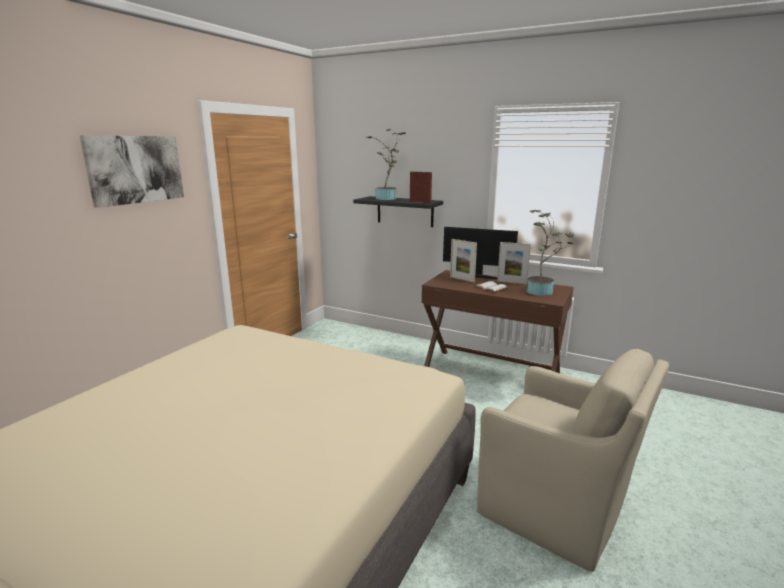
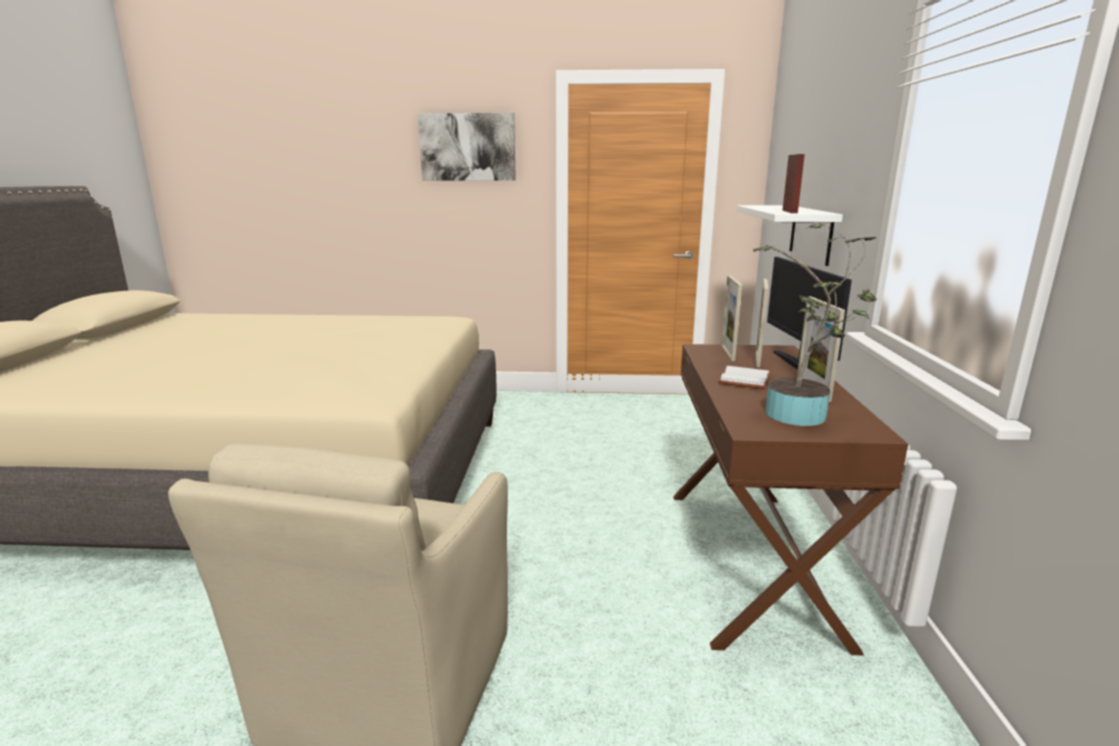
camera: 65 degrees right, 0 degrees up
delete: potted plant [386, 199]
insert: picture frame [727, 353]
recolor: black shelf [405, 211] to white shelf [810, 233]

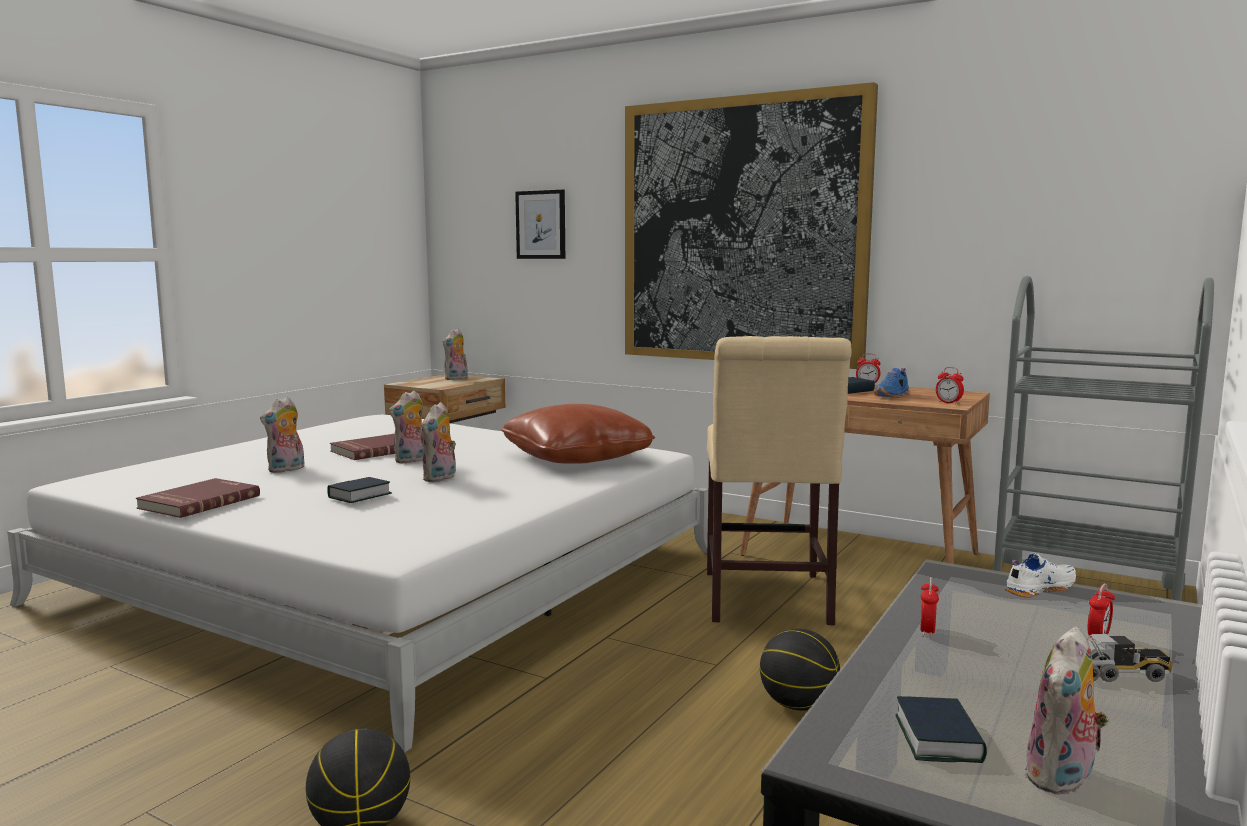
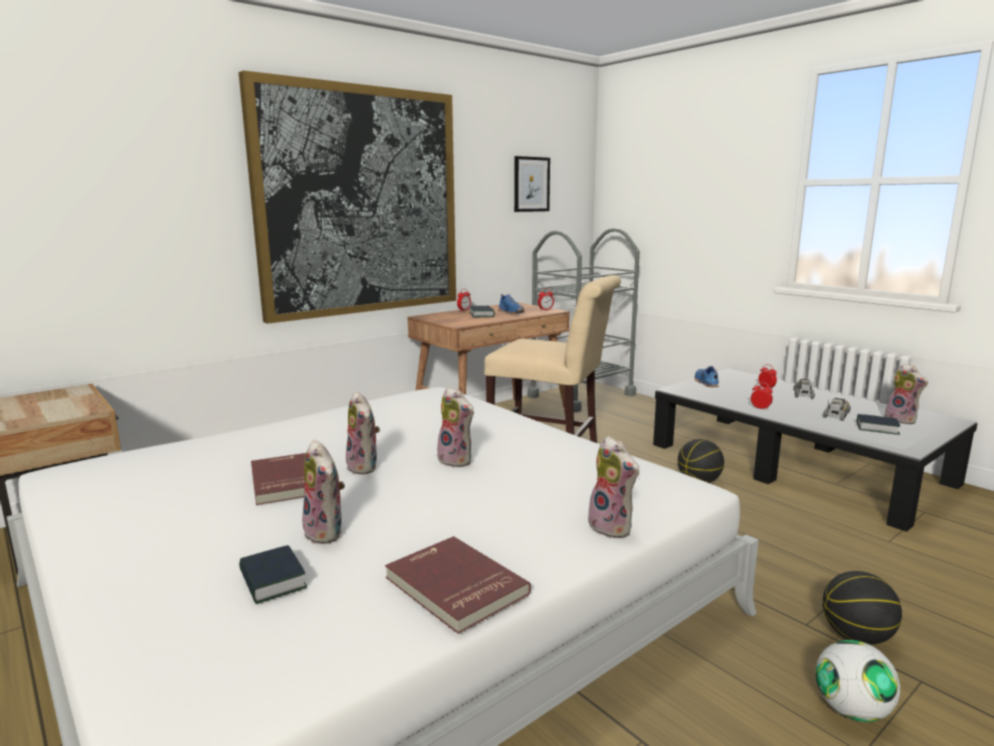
camera: 70 degrees left, 5 degrees up
delete: brown pillow [577, 458]
insert: toy truck [837, 414]; football [851, 710]
move: picture [541, 224] to [531, 184]; plush toy [456, 378] to [613, 527]; book [359, 496] to [272, 581]
recolor: white shoe [1038, 589] to blue shoe [705, 383]

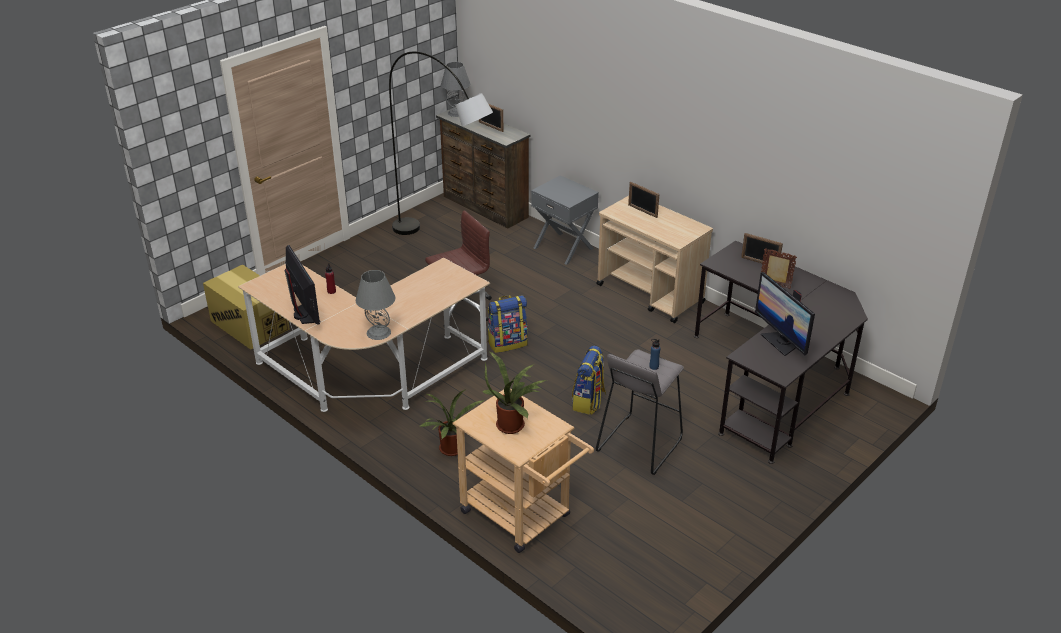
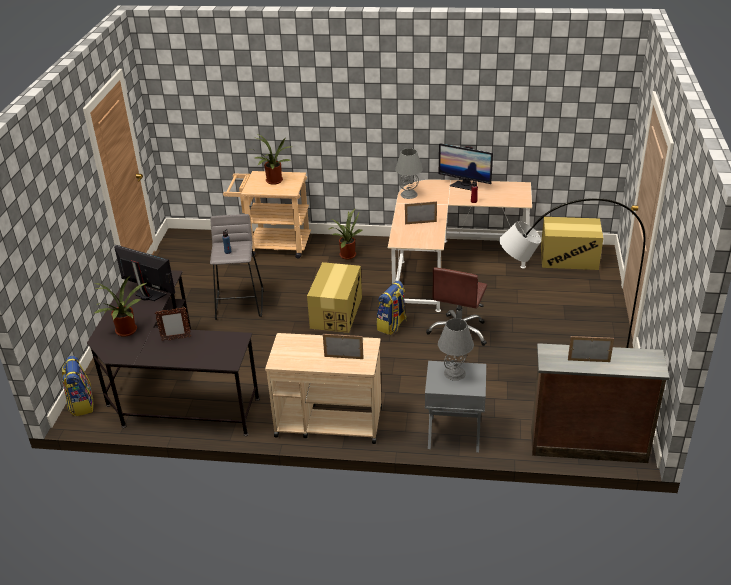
camera: 145 degrees right, 0 degrees up
insert: cardboard box [336, 312]; potted plant [126, 332]
move: grey table lamp [457, 112] to [454, 373]; picture frame [759, 262] to [420, 222]; backpack [588, 402] to [81, 404]

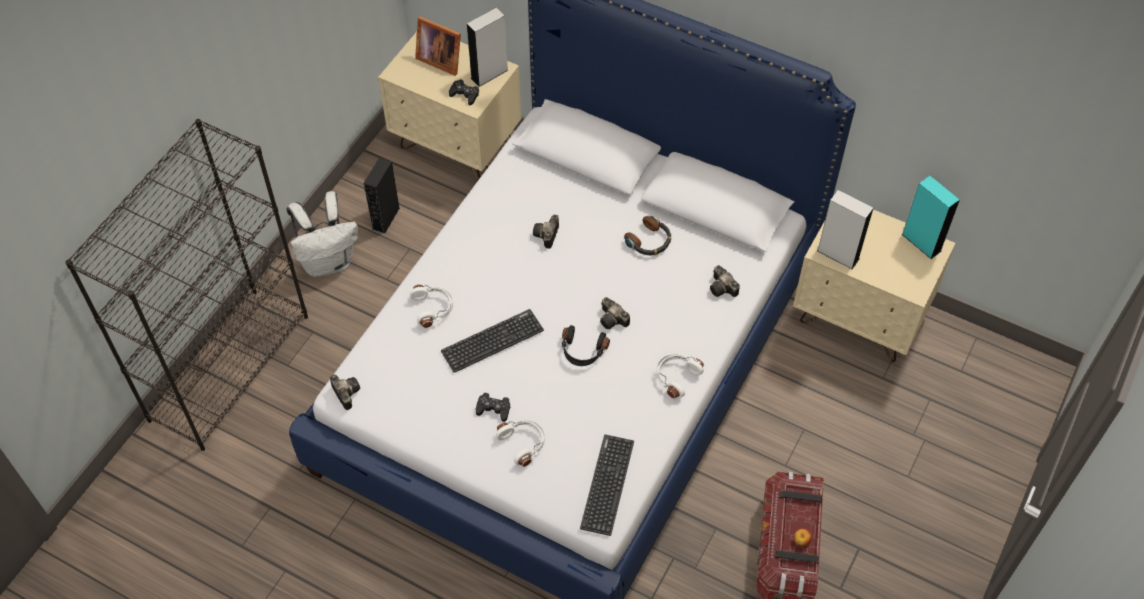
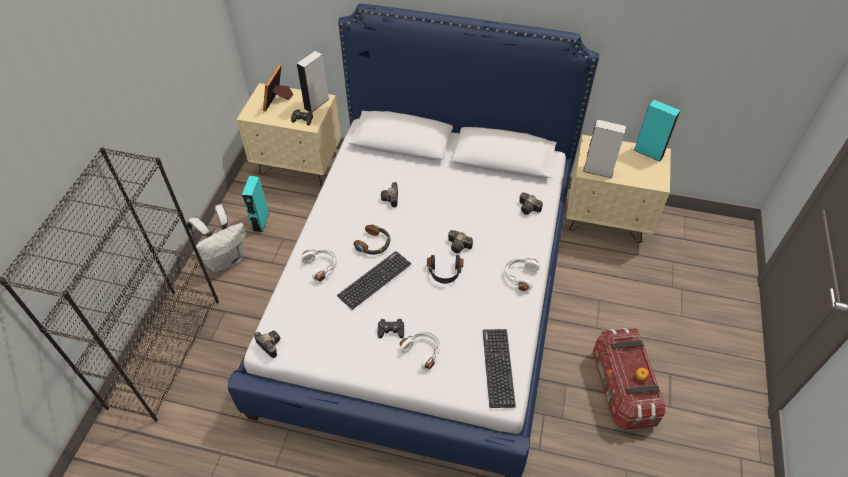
camera: 15 degrees left, 5 degrees down
move: headphones [649, 241] to [374, 244]
recolor: black speaker [386, 218] to turquoise speaker [260, 222]
rotate: picture frame [440, 59] = [278, 101] 90 degrees clockwise

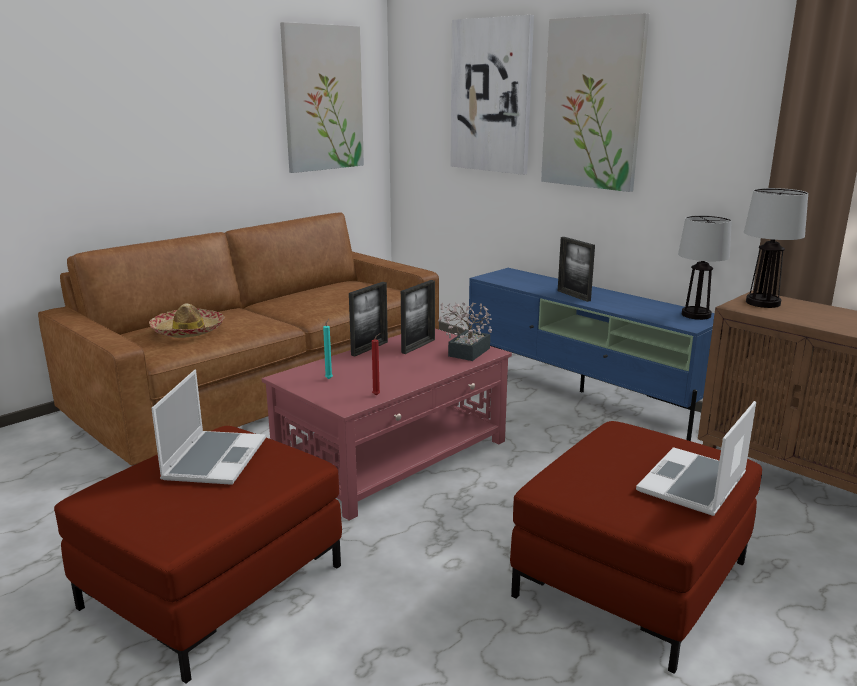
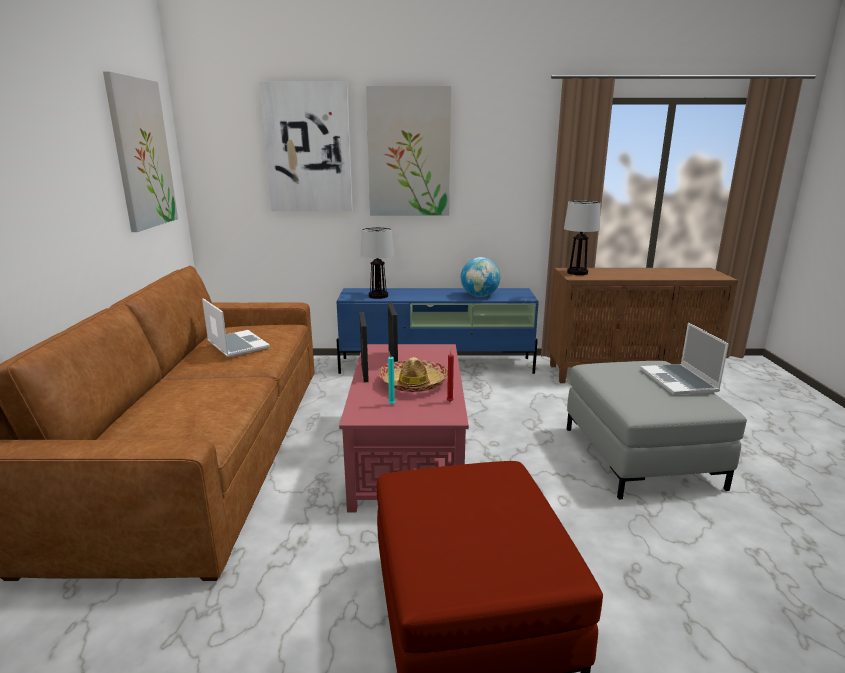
camera: 45 degrees left, 0 degrees up
delete: picture frame [573, 295]; potted plant [466, 354]
insert: globe [479, 296]
move: table lamp [696, 315] to [378, 296]; hat [188, 331] to [414, 383]; laptop [214, 459] to [236, 345]
recolor: red ottoman [632, 580] to grey ottoman [641, 457]

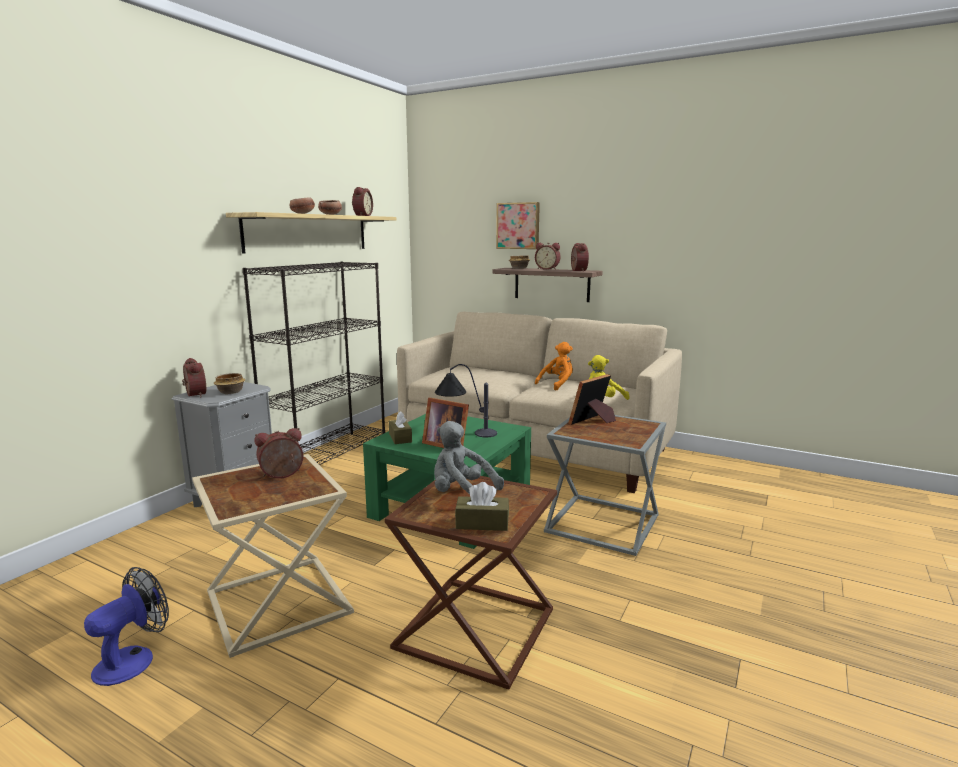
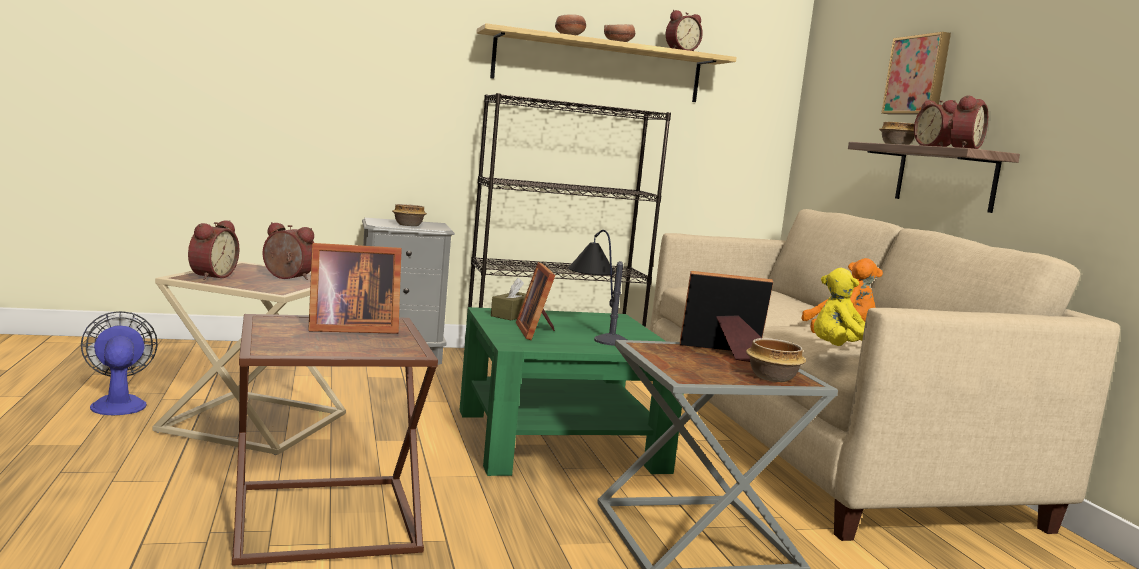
camera: 45 degrees right, 5 degrees down
delete: brown tissue box [482, 523]
insert: bowl [773, 377]
move: alarm clock [194, 395] to [210, 276]
replace: grey plush toy [462, 494] to picture frame [348, 328]
rotate: fan [133, 659] = [118, 403] 105 degrees counterclockwise

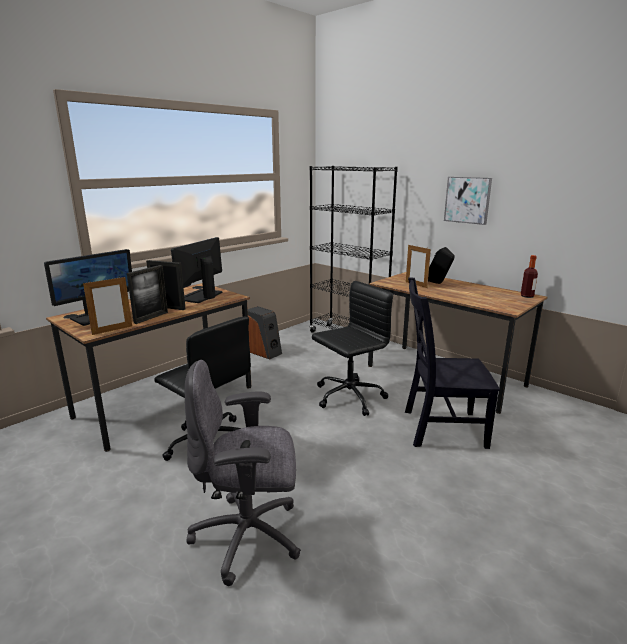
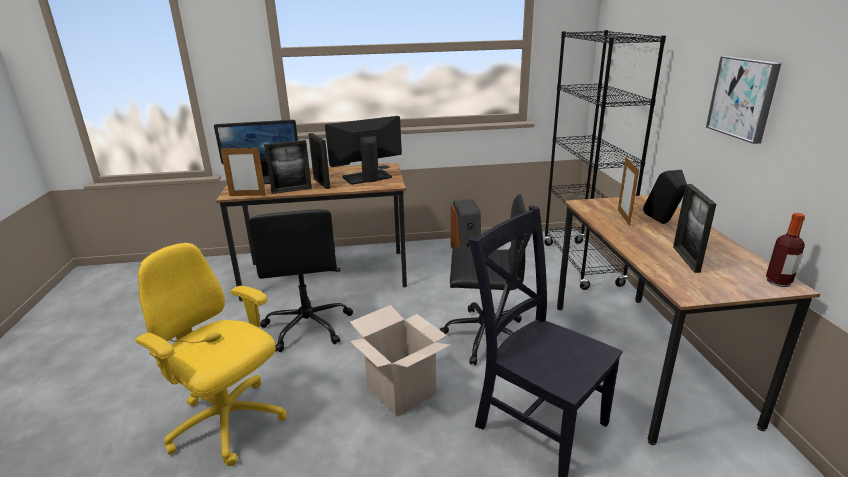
camera: 40 degrees right, 5 degrees up
insert: picture frame [686, 259]; cardboard box [401, 390]
recolor: grey office chair [249, 536] to yellow office chair [228, 424]

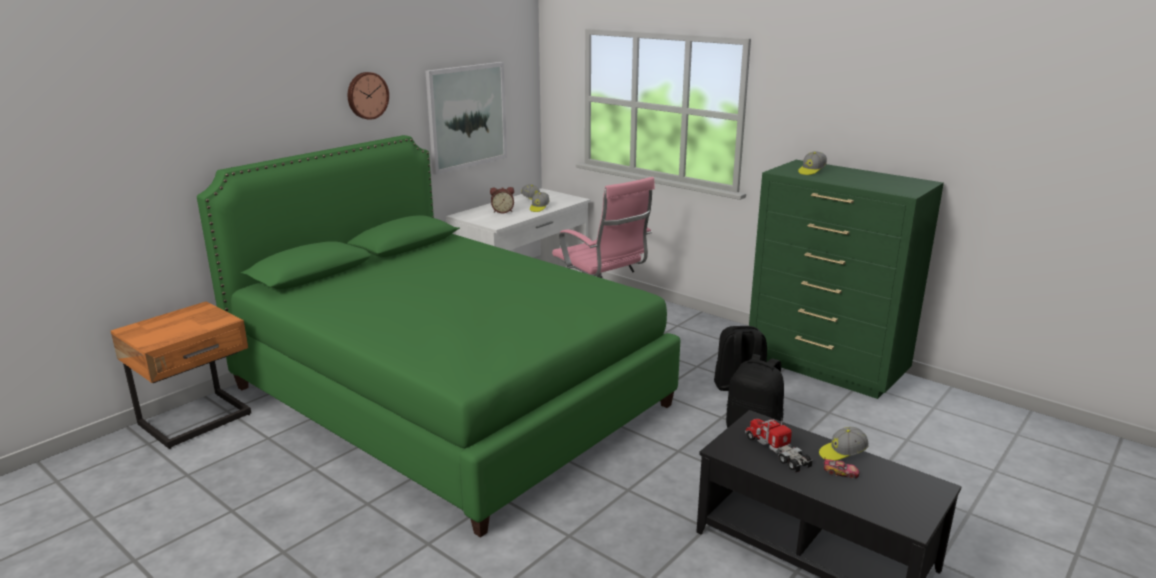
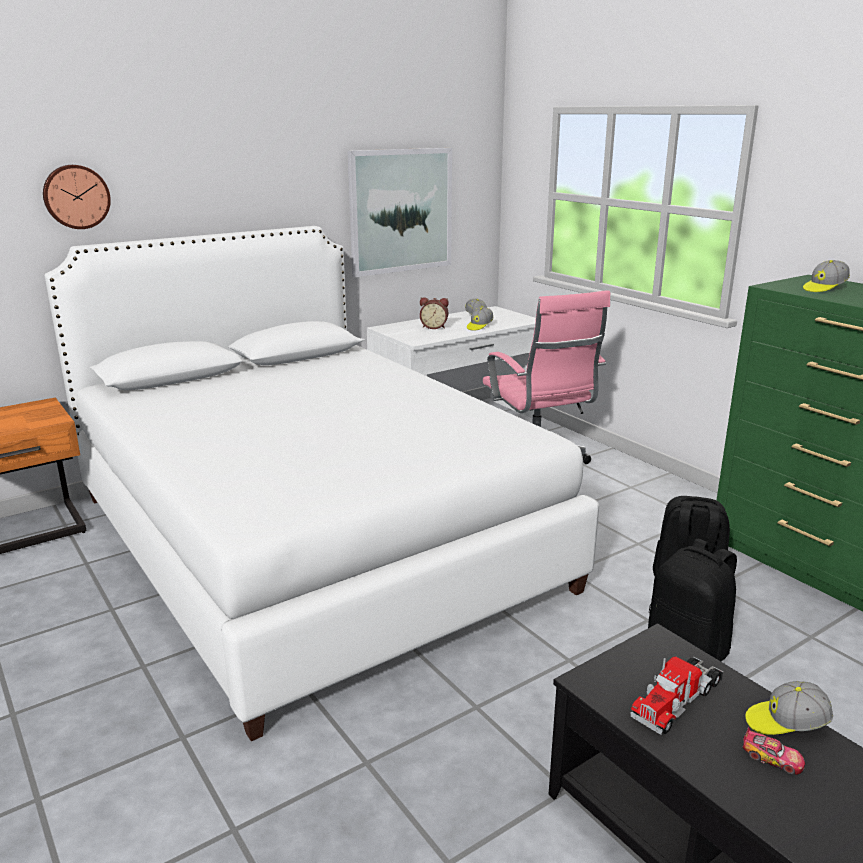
camera: 15 degrees right, 0 degrees up
move: wall clock [367, 95] to [76, 196]
recolor: green bed [449, 396] to white bed [310, 541]
rotate: toy truck [777, 451] = [677, 700] 120 degrees counterclockwise

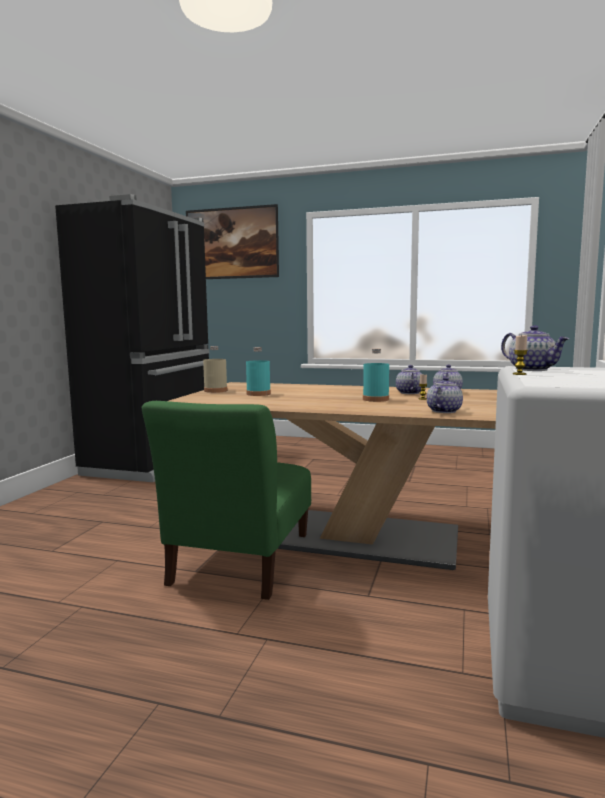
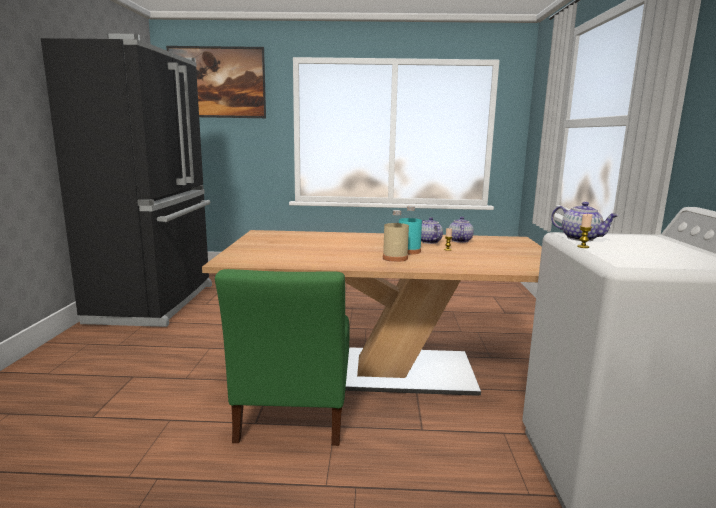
camera: 15 degrees left, 5 degrees up
delete: turquoise bottle [258, 394]; teapot [443, 411]
move: beige bottle [215, 390] to [395, 258]

